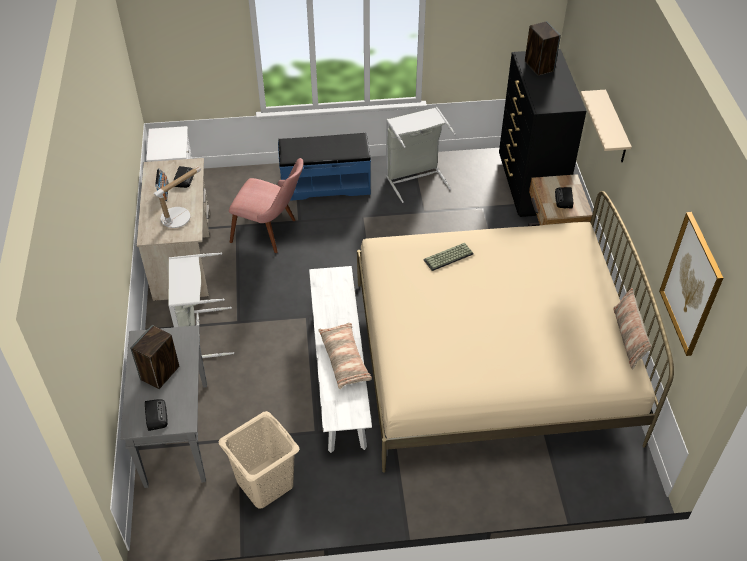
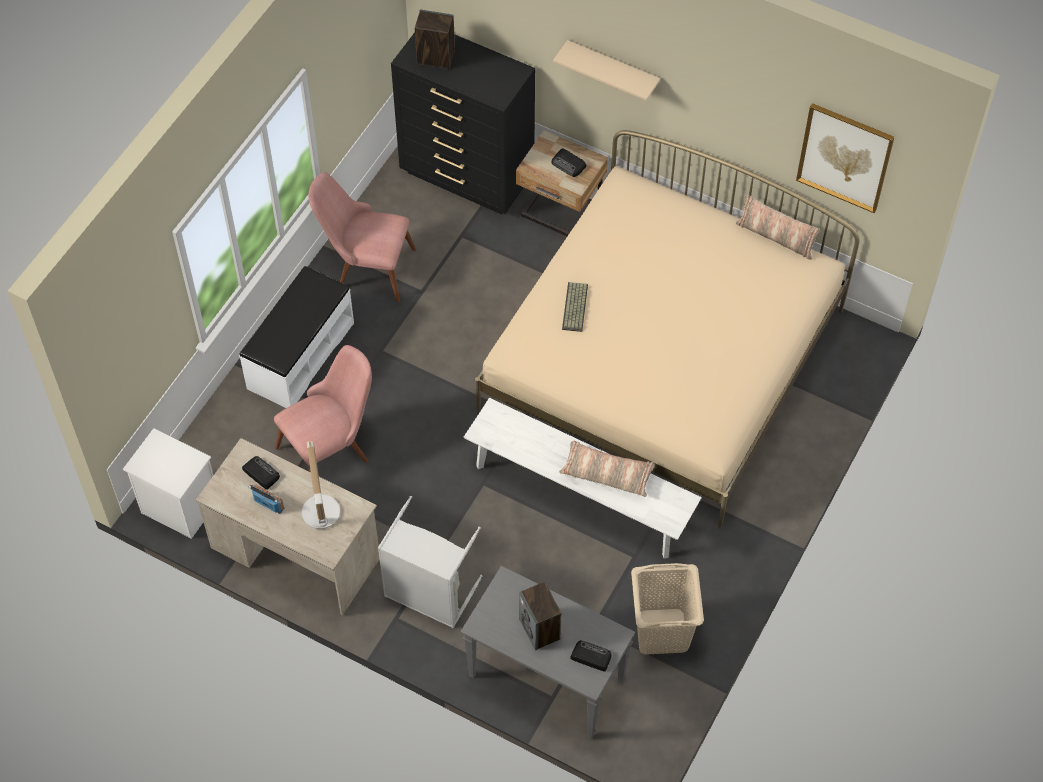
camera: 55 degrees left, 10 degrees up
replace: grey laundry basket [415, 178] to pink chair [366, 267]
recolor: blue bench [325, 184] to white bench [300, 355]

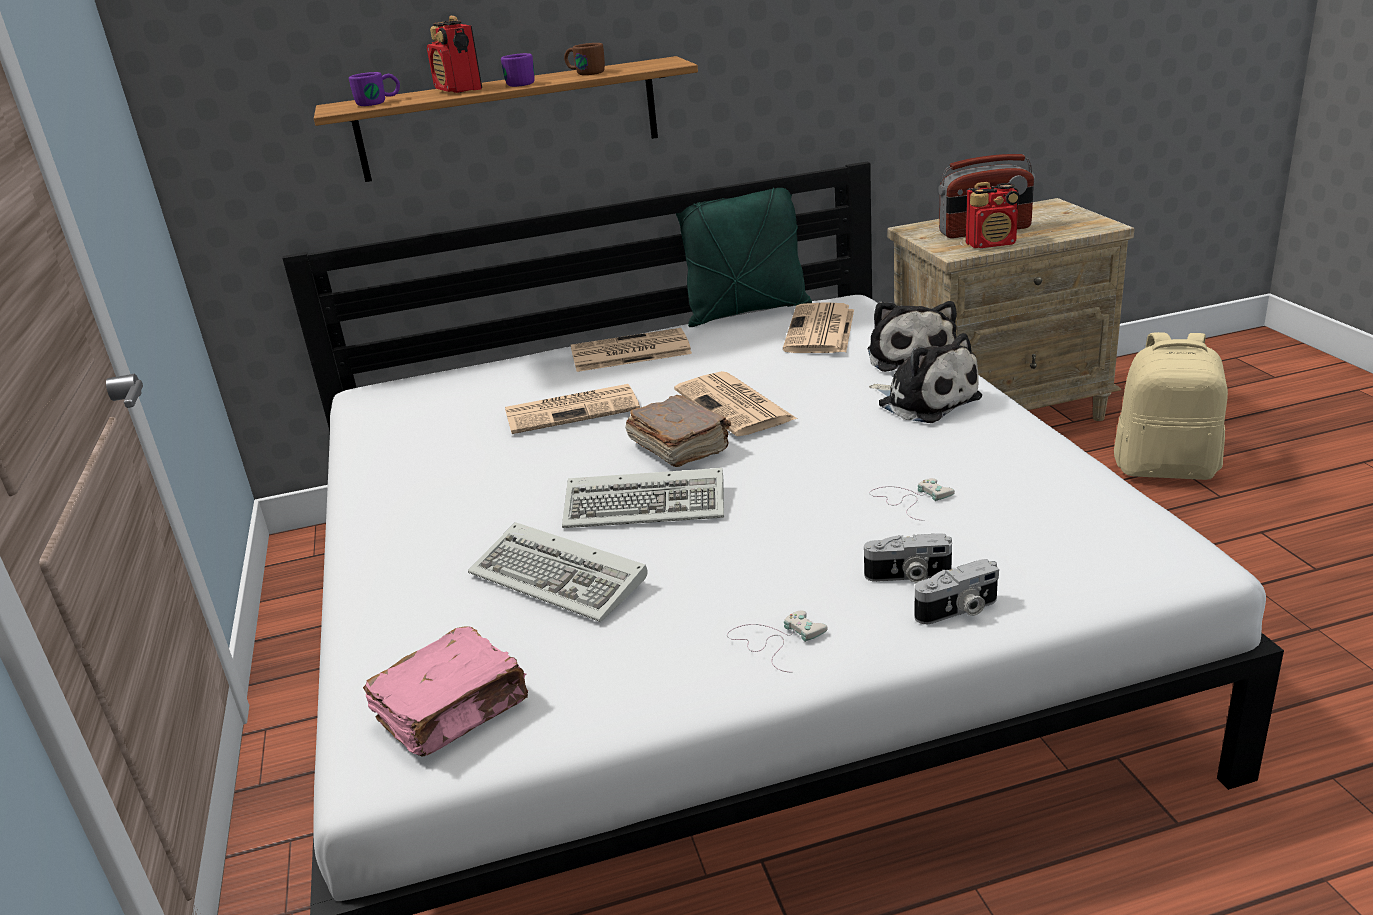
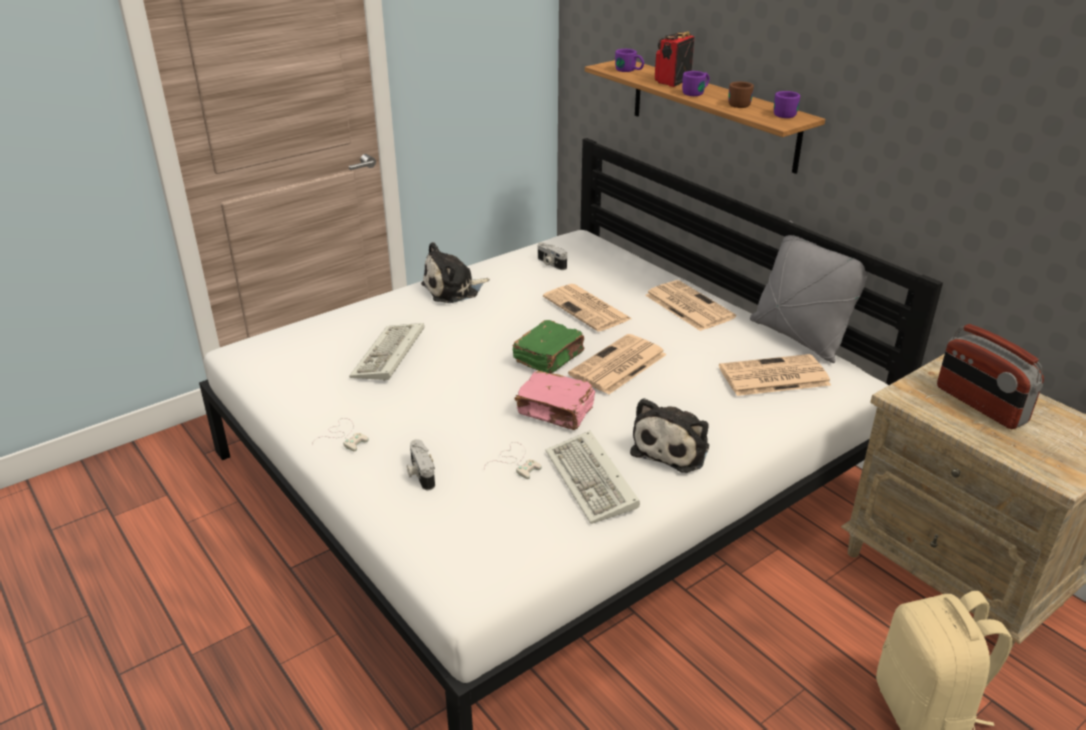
camera: 65 degrees right, 5 degrees up
delete: radio [992, 244]
insert: purple mug [785, 113]
move: plush toy [909, 355] to [453, 289]; keyboard [649, 505] to [593, 482]; photo camera [958, 610] to [550, 263]; pink book [454, 710] to [556, 411]
recolor: green pillow [746, 312] to grey pillow [799, 337]; brown book [679, 447] to green book [549, 357]

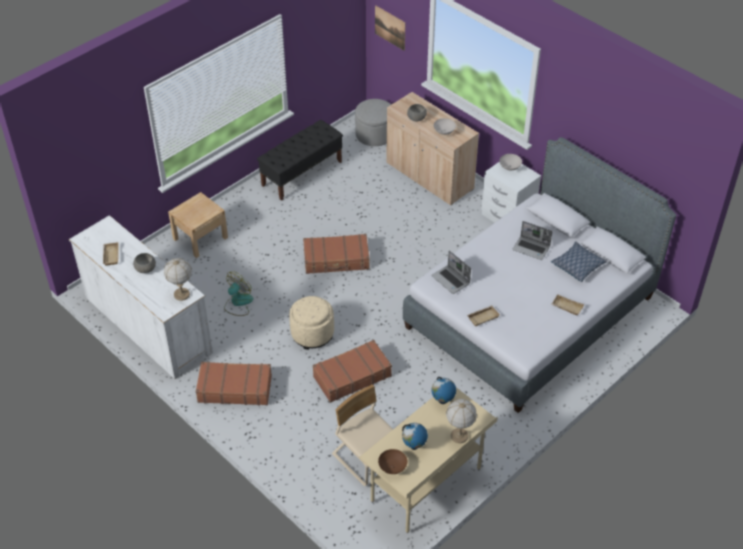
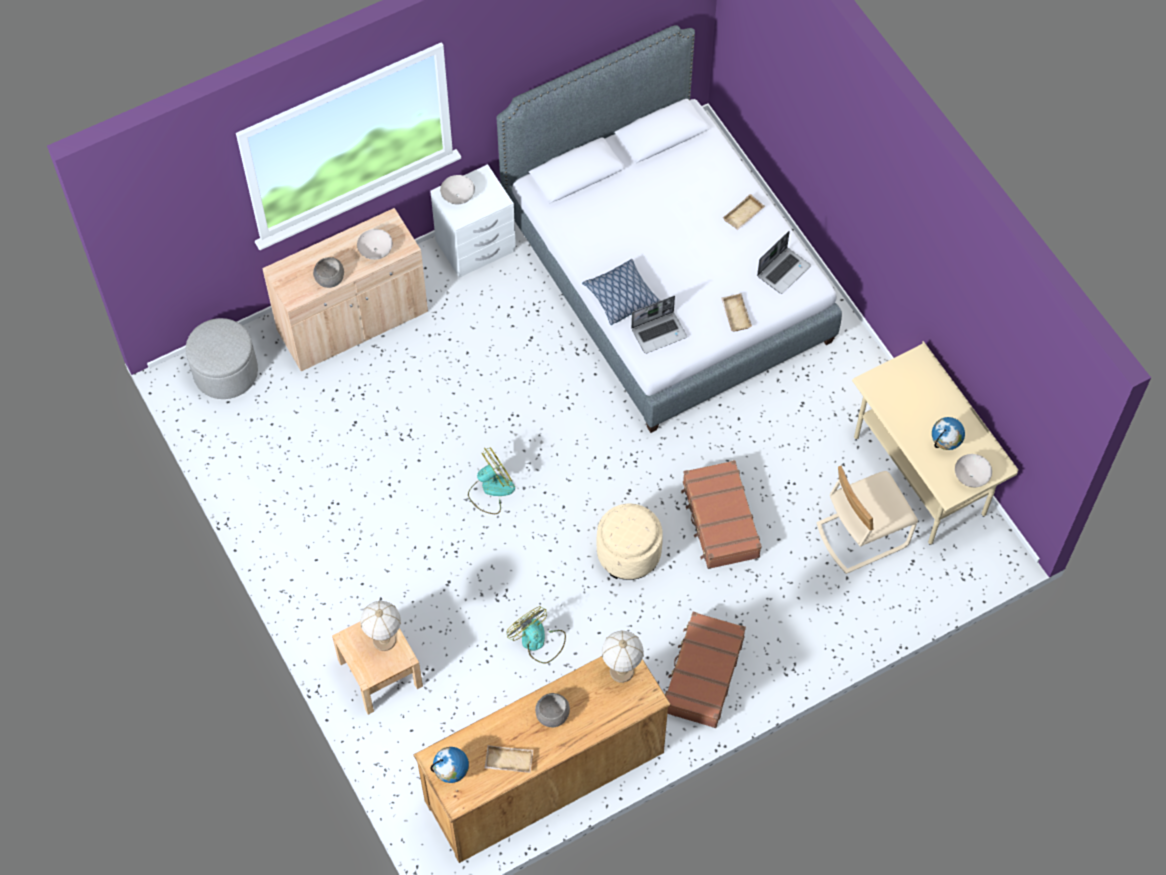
camera: 75 degrees left, 15 degrees up
delete: picture [390, 27]; black bench [302, 173]
move: laptop [531, 248] to [783, 270]; pillow [577, 266] to [620, 297]; globe [442, 401] to [452, 774]; table lamp [459, 436] to [384, 640]
replace: brown suitcase [336, 260] to fan [491, 490]
recolor: white dresser [147, 324] to brown dresser [544, 776]; brown bowl [392, 467] to white bowl [971, 476]

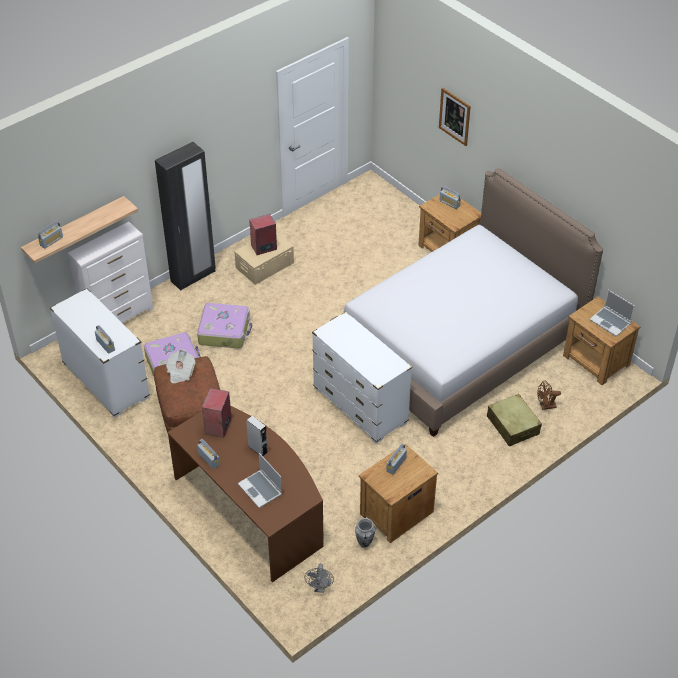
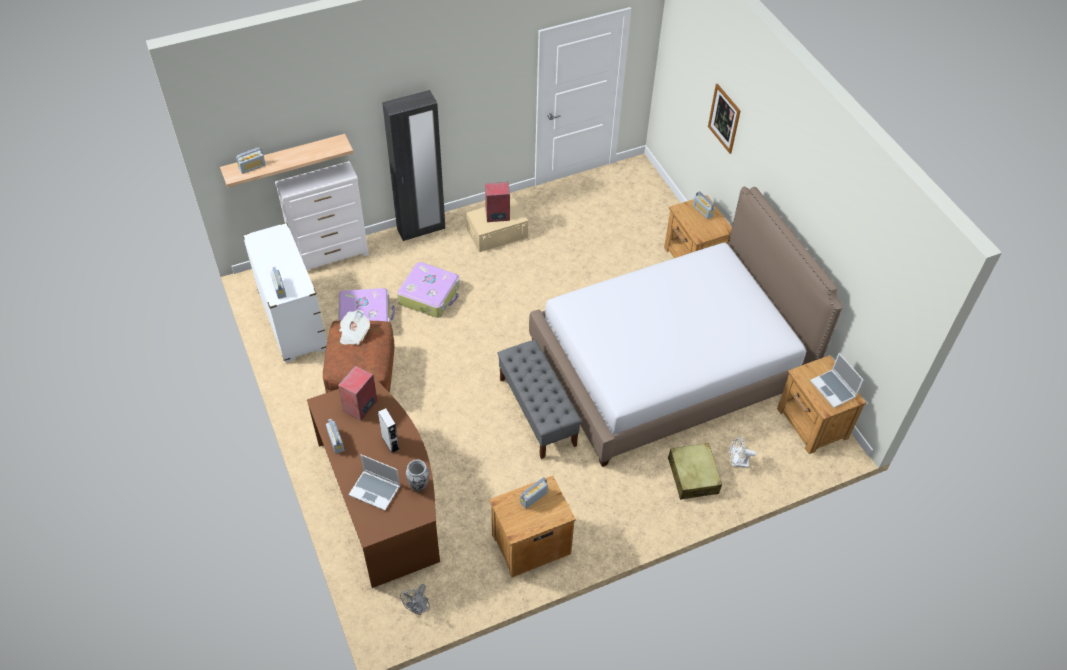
camera: 15 degrees right, 5 degrees up
move: vase [365, 542] to [419, 486]
replace: white dresser [360, 406] to grey bench [537, 412]
recolor: brown fan [545, 406] to white fan [737, 463]
rotate: laptop [261, 489] = [375, 490] 45 degrees counterclockwise

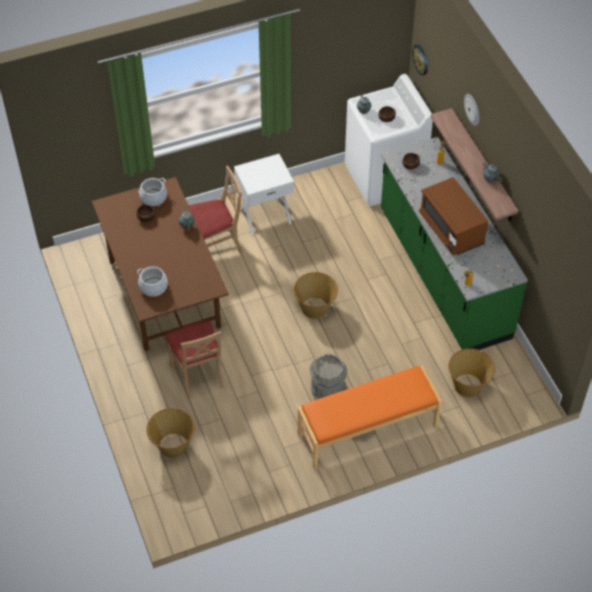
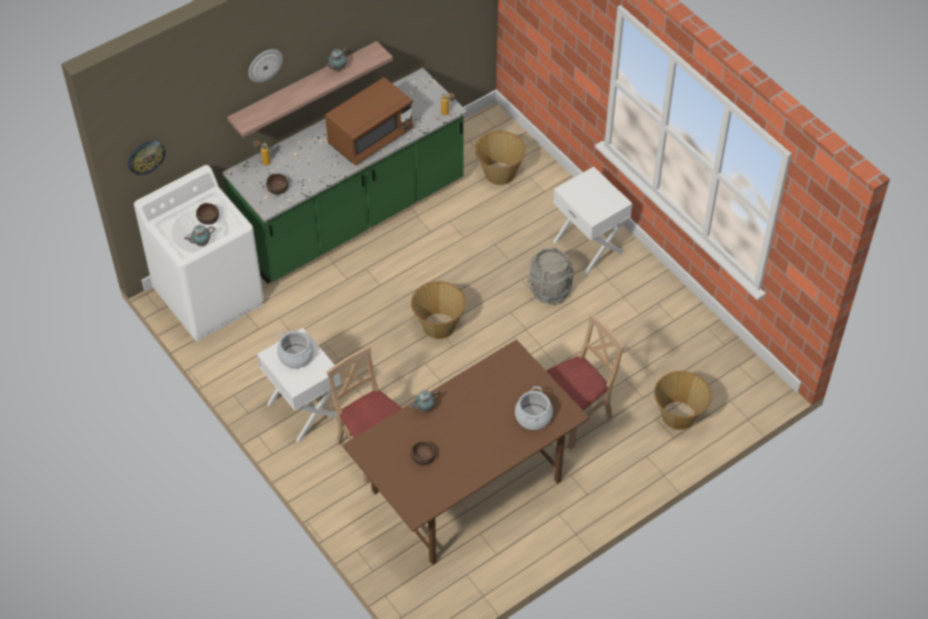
camera: 105 degrees left, 0 degrees up
move: cooking pot [153, 197] to [296, 356]
replace: orange bench [368, 431] to white nightstand [589, 246]

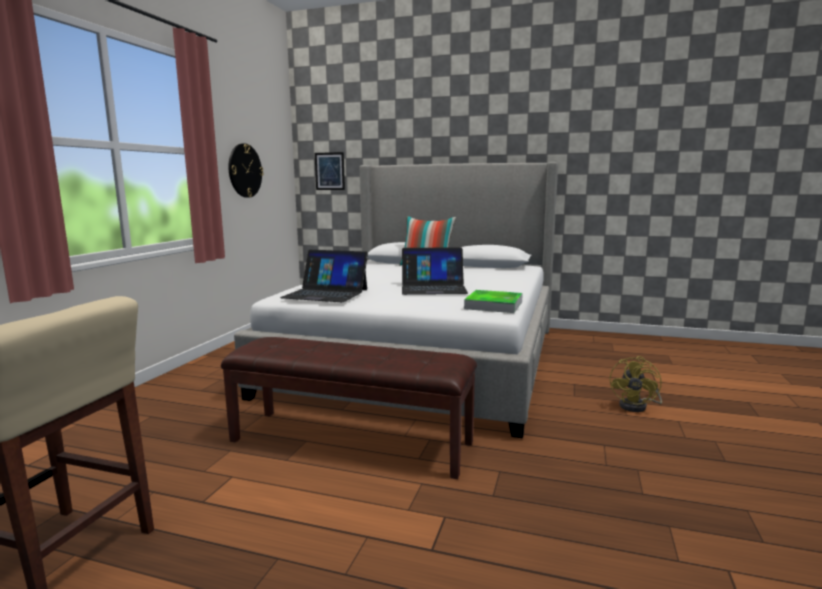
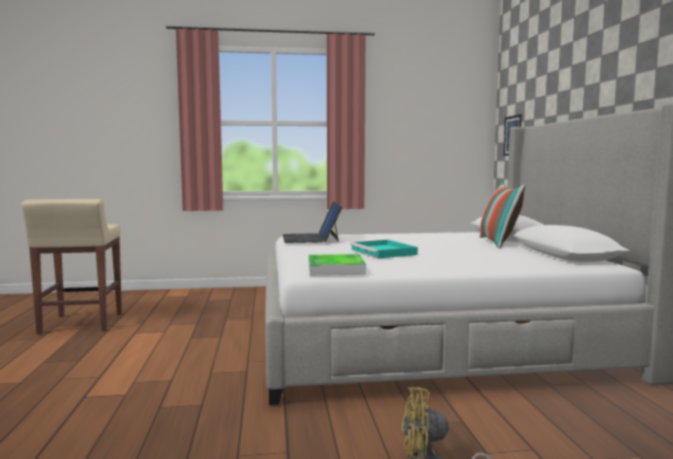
camera: 65 degrees right, 5 degrees down
delete: wall clock [245, 170]; brown bench [352, 441]
replace: laptop [433, 288] to turquoise tray [384, 252]

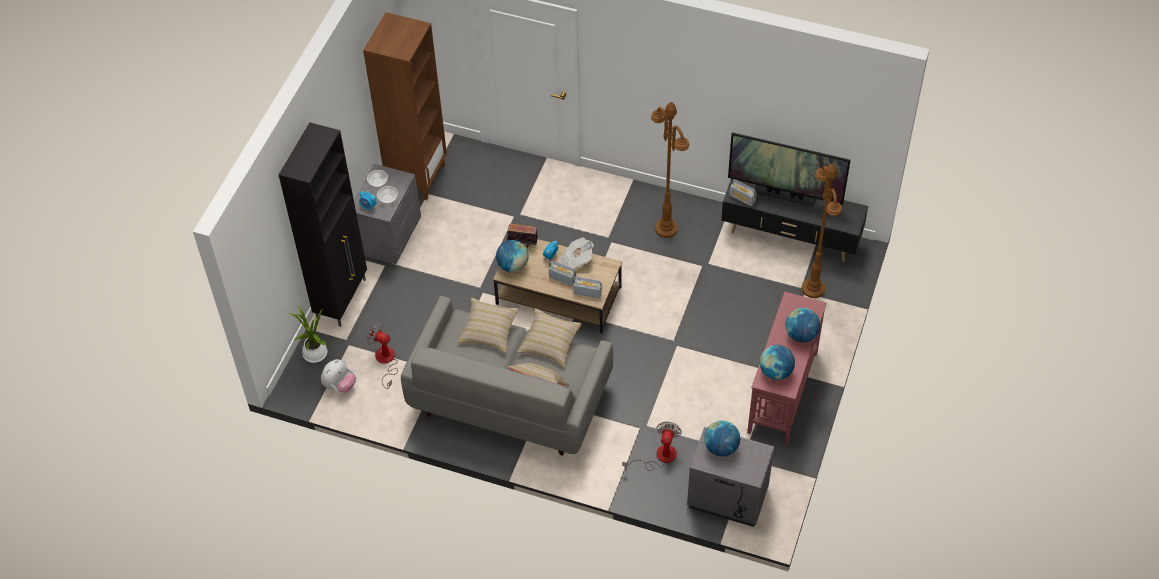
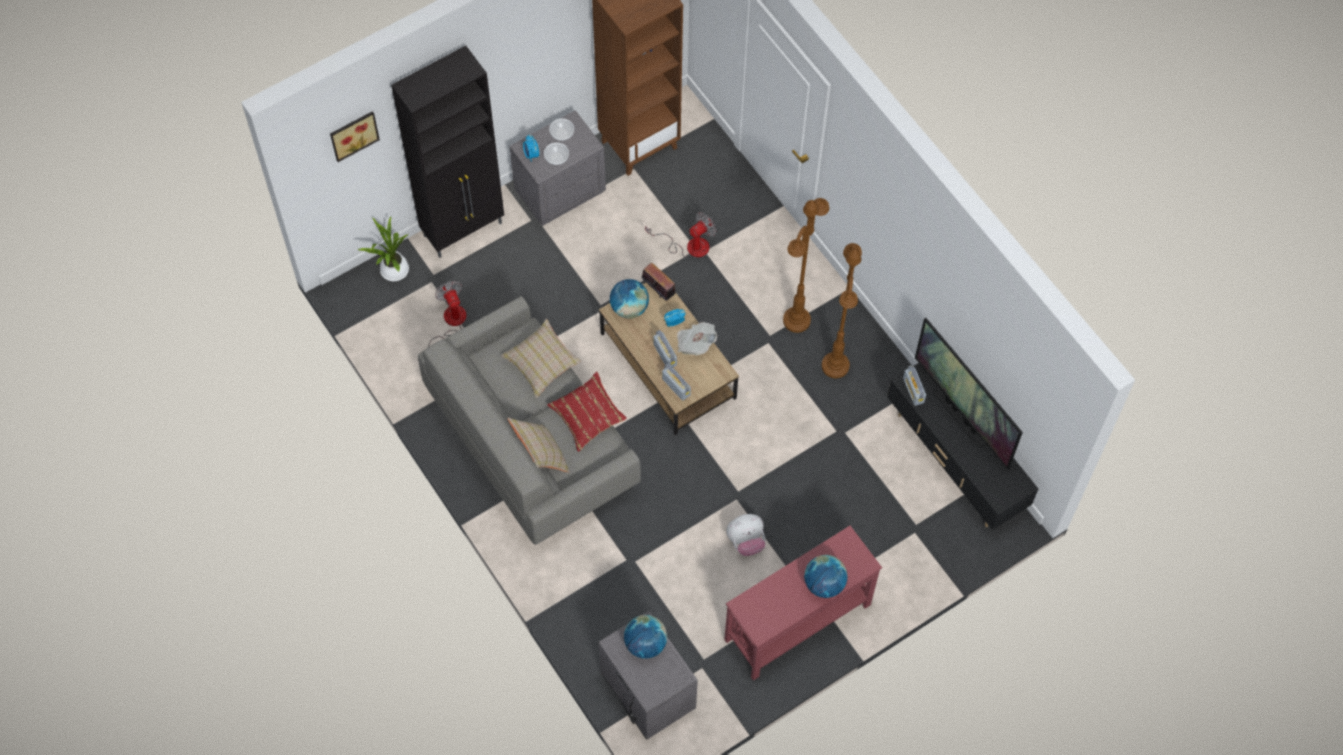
camera: 35 degrees right, 10 degrees up
delete: globe [776, 372]
insert: picture [353, 134]
move: brown floor lamp [813, 289] to [796, 320]; plush toy [340, 385] to [746, 541]; fan [659, 457] to [689, 246]
recolor: beige pillow [549, 343] to red pillow [587, 417]

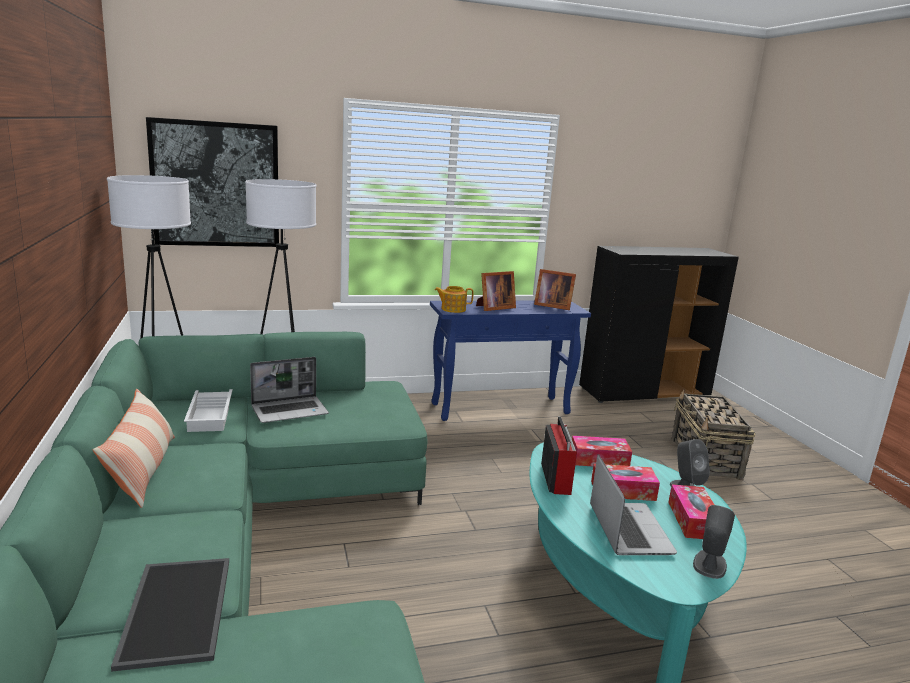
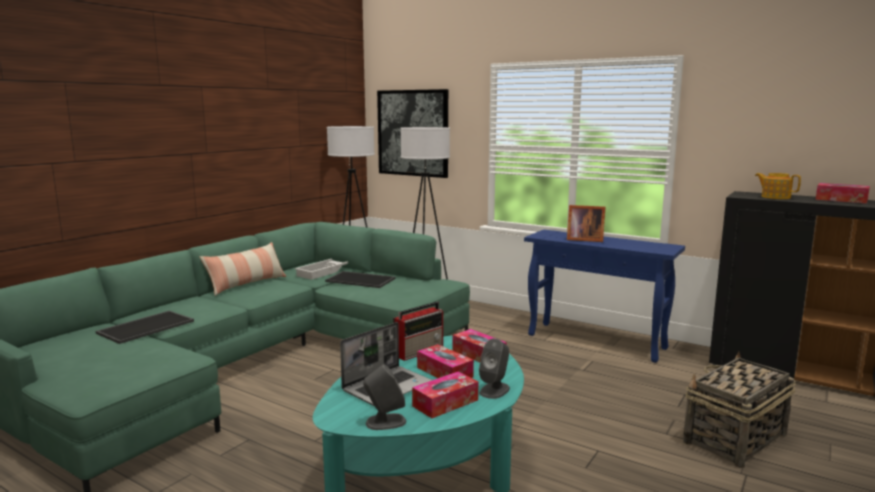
camera: 50 degrees right, 5 degrees down
delete: picture frame [552, 305]
insert: tissue box [841, 200]
move: teapot [452, 309] to [775, 197]
replace: laptop [290, 411] to tray [361, 280]

